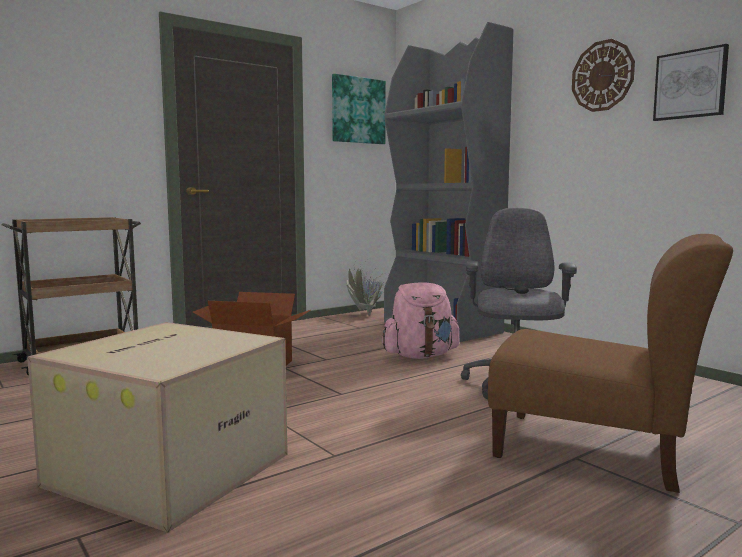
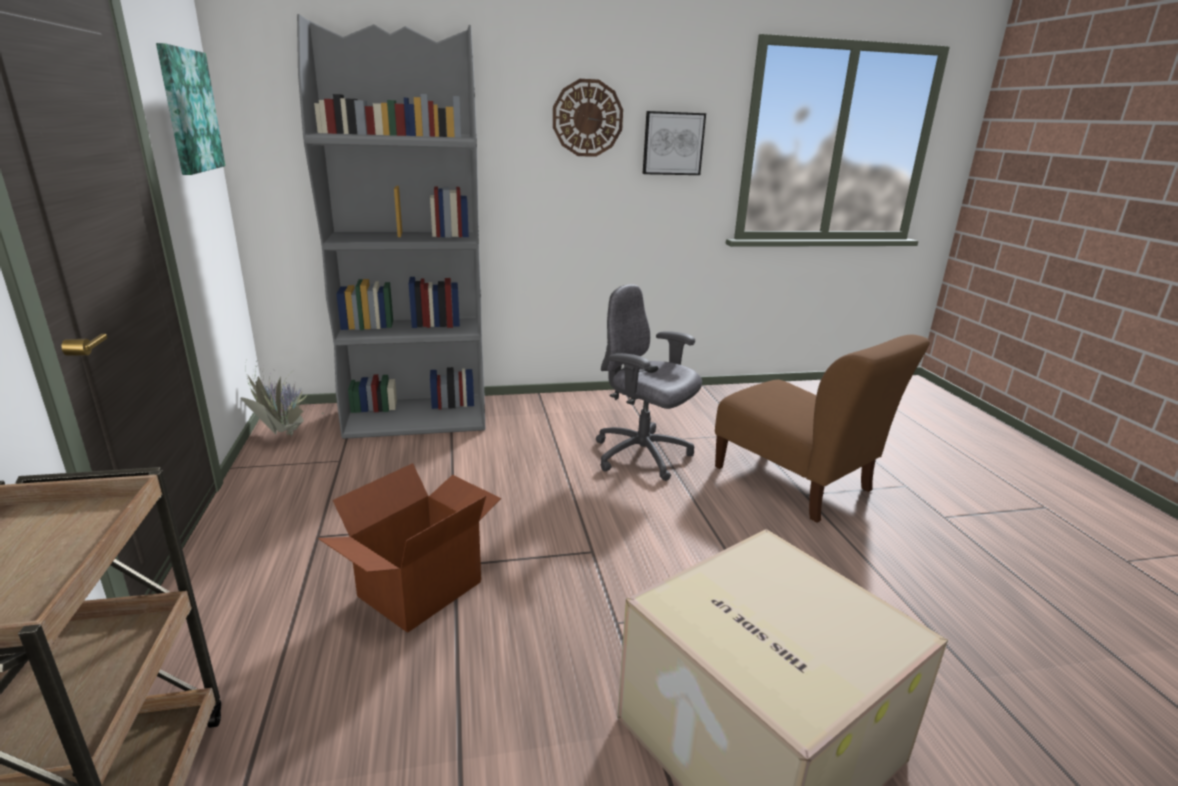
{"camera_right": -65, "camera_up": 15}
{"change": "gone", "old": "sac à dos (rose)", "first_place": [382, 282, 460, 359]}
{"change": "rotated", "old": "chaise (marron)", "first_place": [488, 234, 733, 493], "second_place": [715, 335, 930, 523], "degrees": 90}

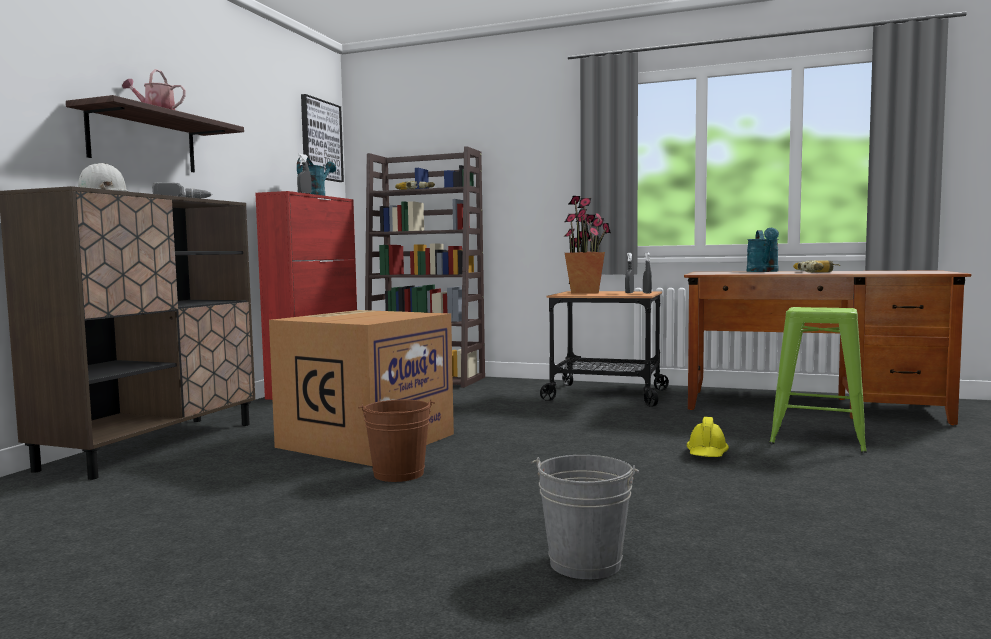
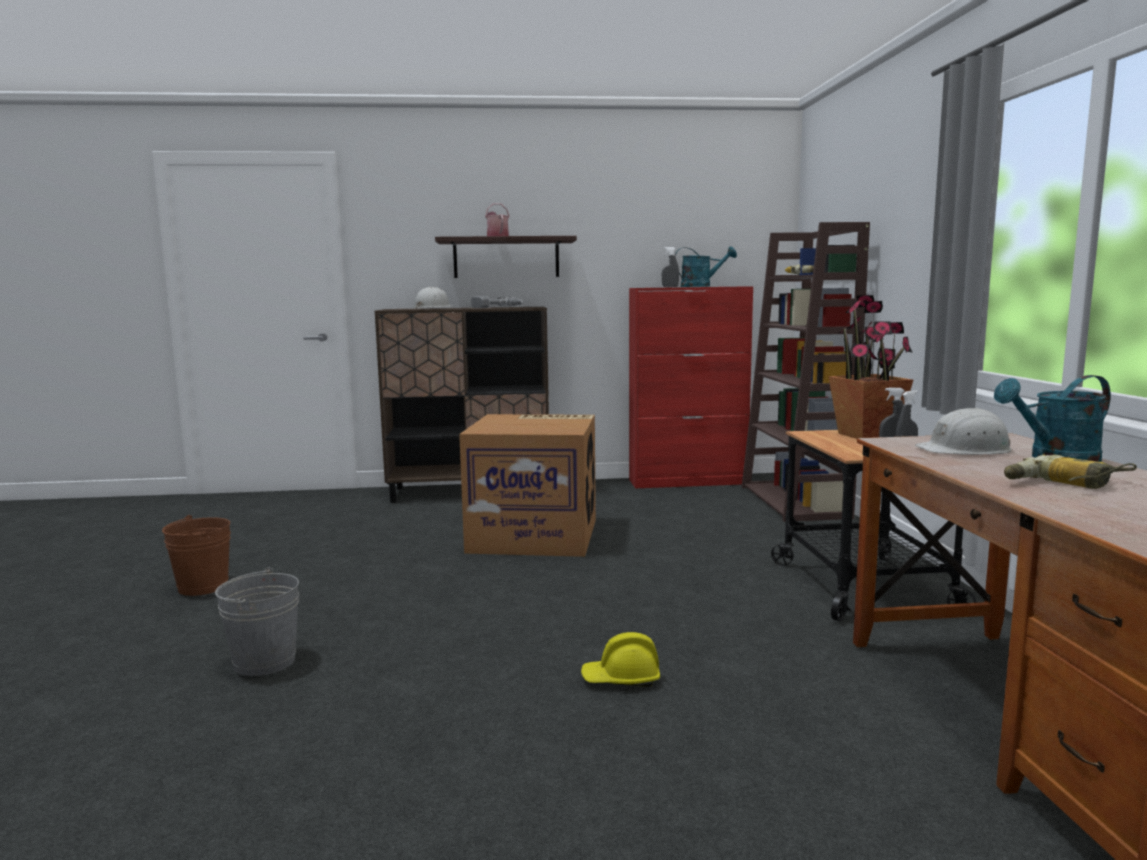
{"camera_right": 65, "camera_up": 5}
{"change": "gone", "old": "tableau", "first_place": [301, 94, 344, 182]}
{"change": "gone", "old": "tabouret (vert)", "first_place": [769, 307, 867, 453]}
{"change": "new", "new": "casque de chantier (blanc)", "second_place": [915, 408, 1012, 455]}
{"change": "shifted", "old": "seau (marron)", "first_place": [359, 399, 435, 482], "second_place": [162, 515, 231, 596]}

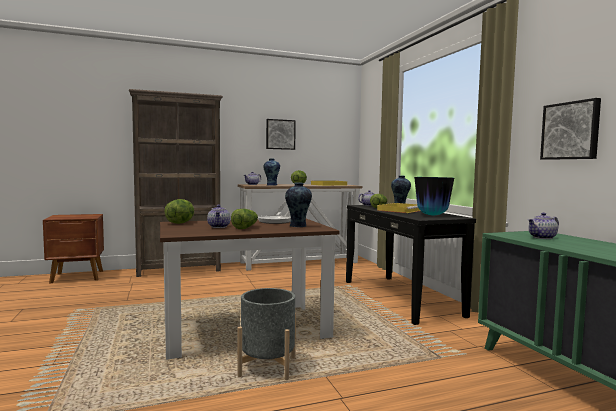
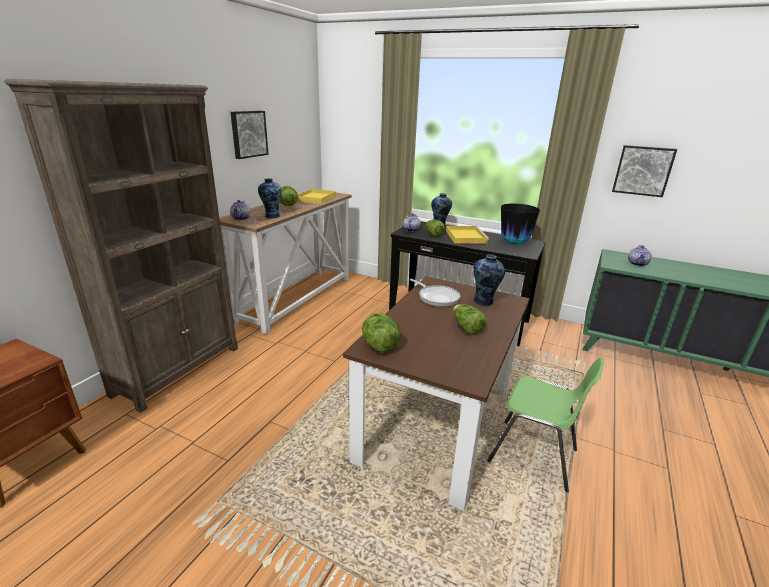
{"camera_right": -45, "camera_up": 20}
{"change": "gone", "old": "théière", "first_place": [207, 205, 230, 228]}
{"change": "swapped", "old": "cache-pot (gris)", "new": "chaise (vert)", "first_place": [238, 288, 296, 380], "second_place": [487, 357, 604, 493]}

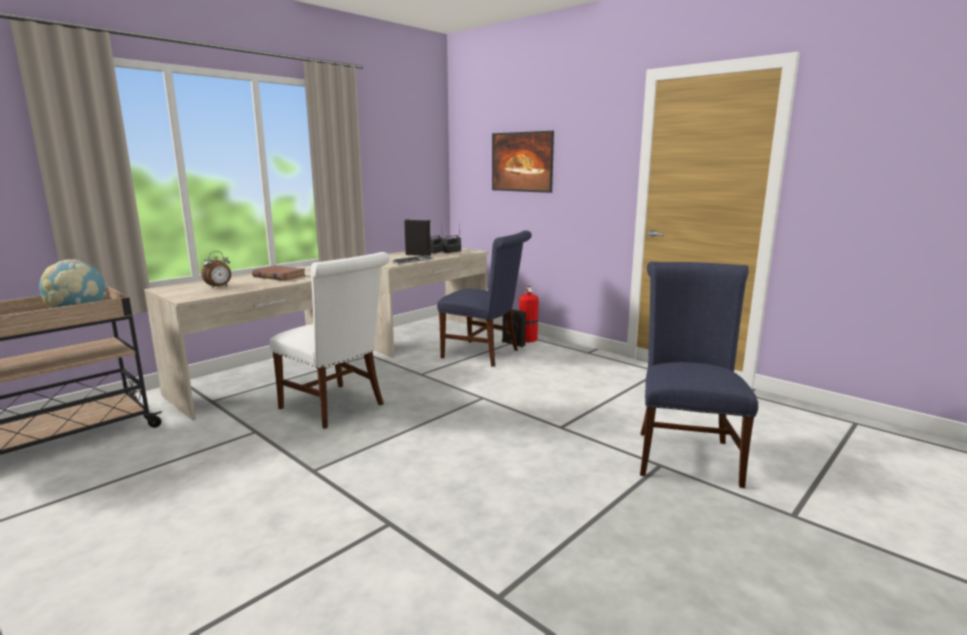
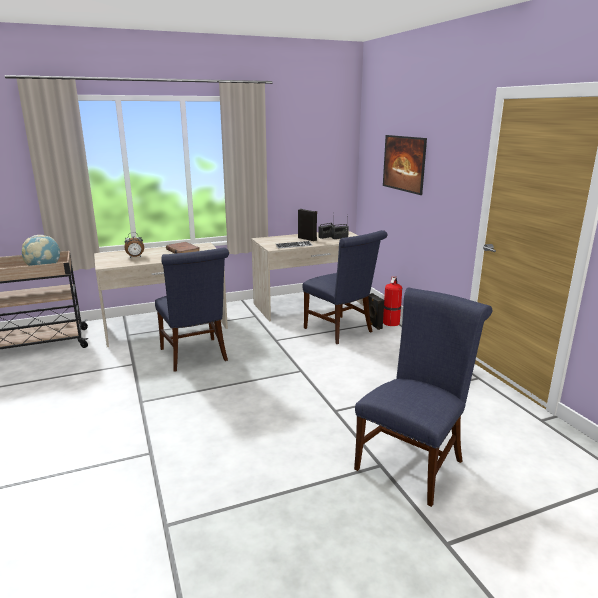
{"camera_right": 25, "camera_up": 5}
{"change": "repainted", "old": "chaise (blanc)", "new": "chaise (bleu)", "first_place": [270, 252, 390, 429], "second_place": [155, 248, 229, 372]}

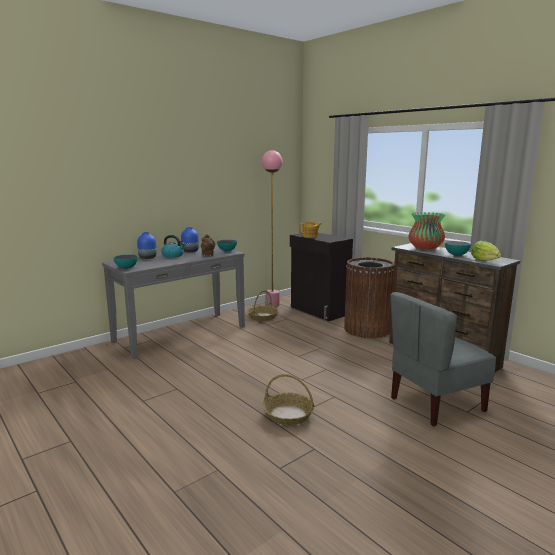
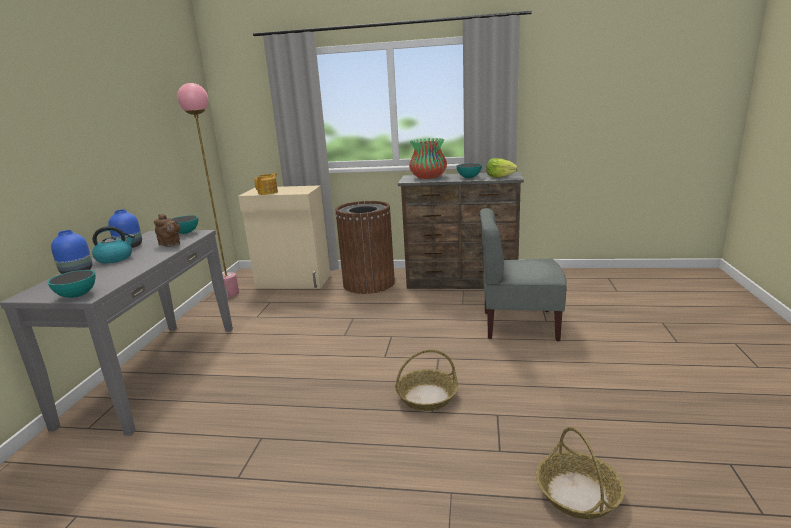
{"camera_right": -40, "camera_up": 5}
{"change": "shifted", "old": "panier", "first_place": [247, 290, 279, 321], "second_place": [536, 427, 625, 519]}
{"change": "repainted", "old": "meuble de rangement (noir)", "new": "meuble de rangement (beige)", "first_place": [290, 233, 353, 321], "second_place": [238, 185, 330, 289]}
{"change": "rotated", "old": "chaise (gris)", "first_place": [390, 292, 496, 426], "second_place": [480, 208, 567, 342], "degrees": 75}

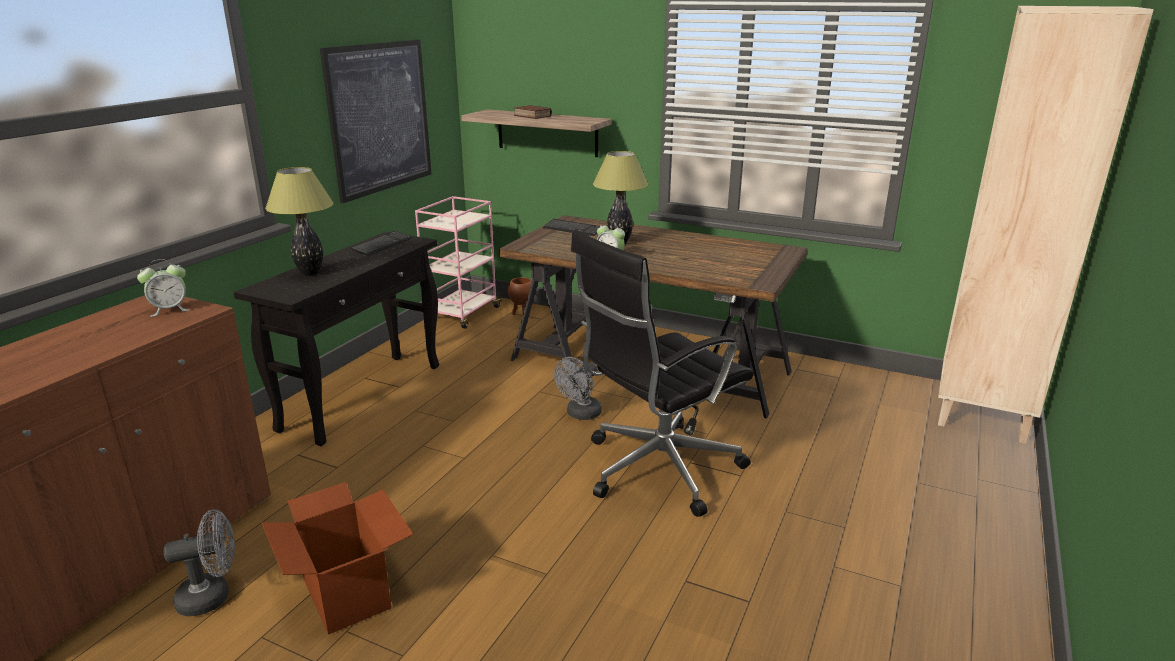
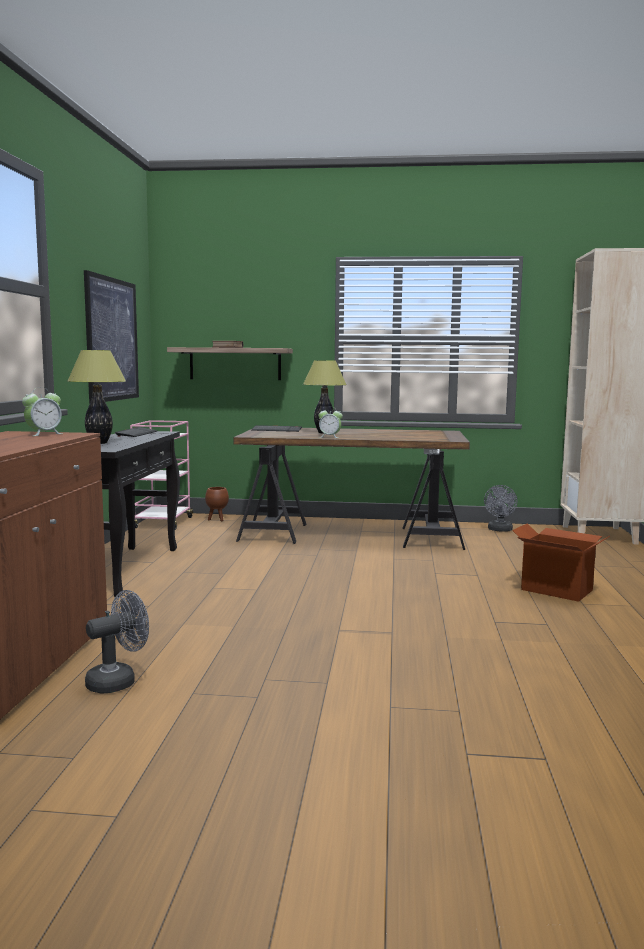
{"camera_right": -20, "camera_up": -15}
{"change": "gone", "old": "chaise de bureau (noir)", "first_place": [571, 230, 754, 517]}
{"change": "shifted", "old": "carton", "first_place": [262, 482, 413, 635], "second_place": [512, 524, 610, 602]}
{"change": "shifted", "old": "ventilateur (gris)", "first_place": [554, 357, 602, 420], "second_place": [484, 485, 517, 532]}

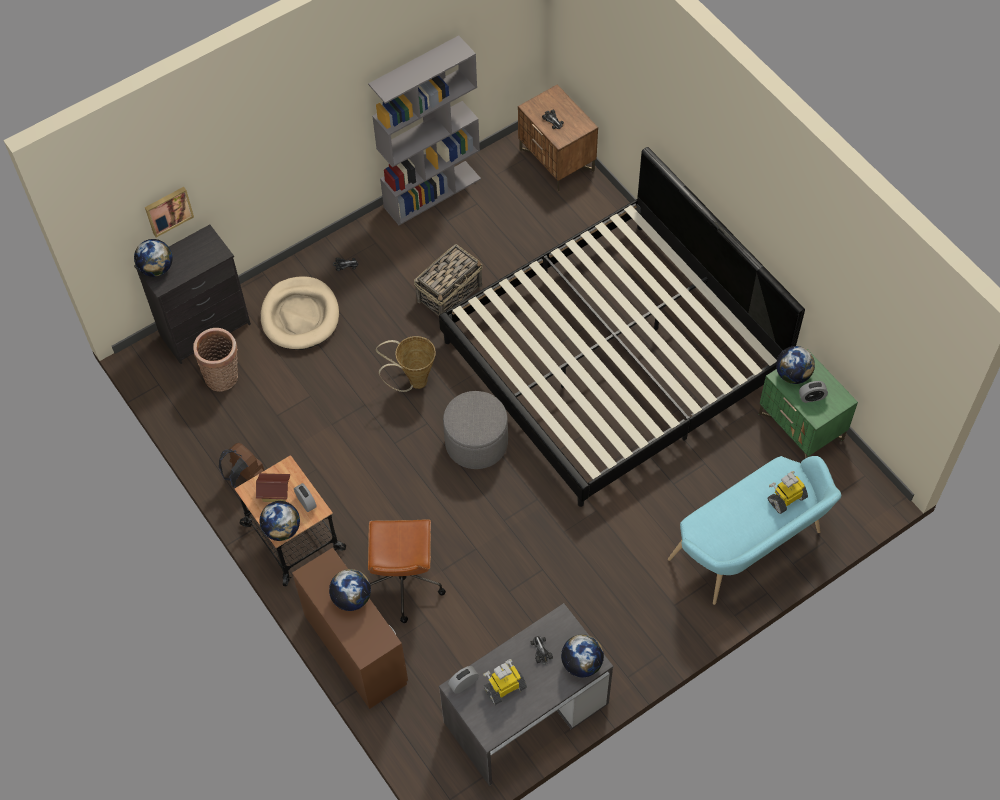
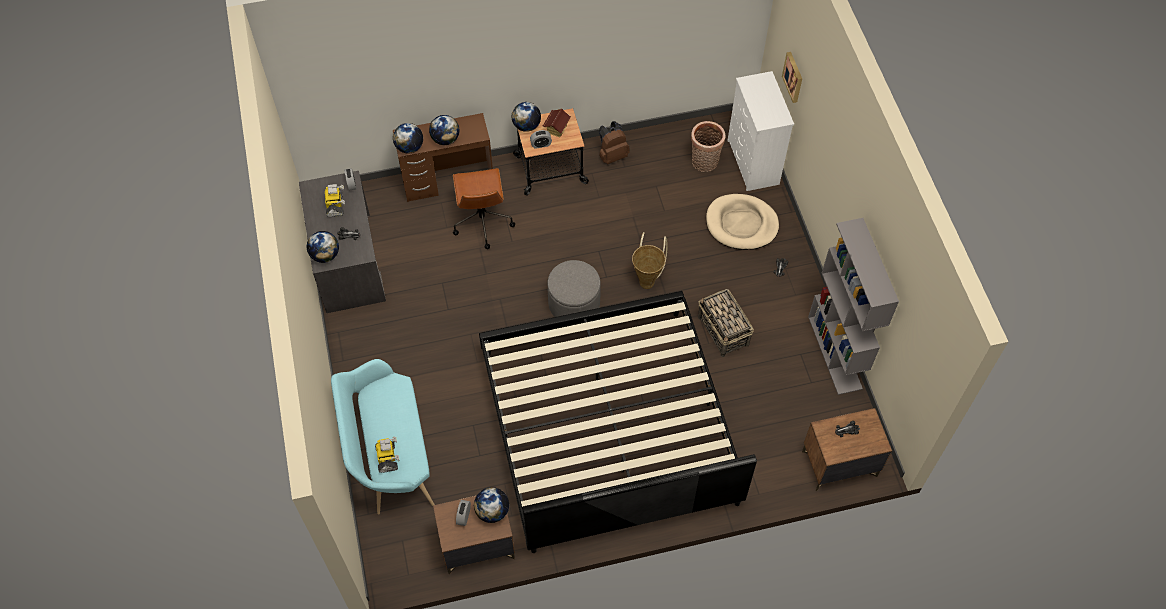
{"camera_right": 110, "camera_up": 0}
{"change": "shifted", "old": "globe", "first_place": [134, 239, 173, 277], "second_place": [393, 123, 423, 154]}
{"change": "repainted", "old": "commode (noir)", "new": "commode (blanc)", "first_place": [134, 224, 251, 364], "second_place": [727, 71, 794, 191]}
{"change": "repainted", "old": "table de chevet (vert)", "new": "table de chevet (marron)", "first_place": [759, 349, 858, 459], "second_place": [433, 496, 515, 574]}
{"change": "rotated", "old": "chaise de bureau (marron)", "first_place": [368, 519, 446, 623], "second_place": [453, 168, 515, 249], "degrees": -120}

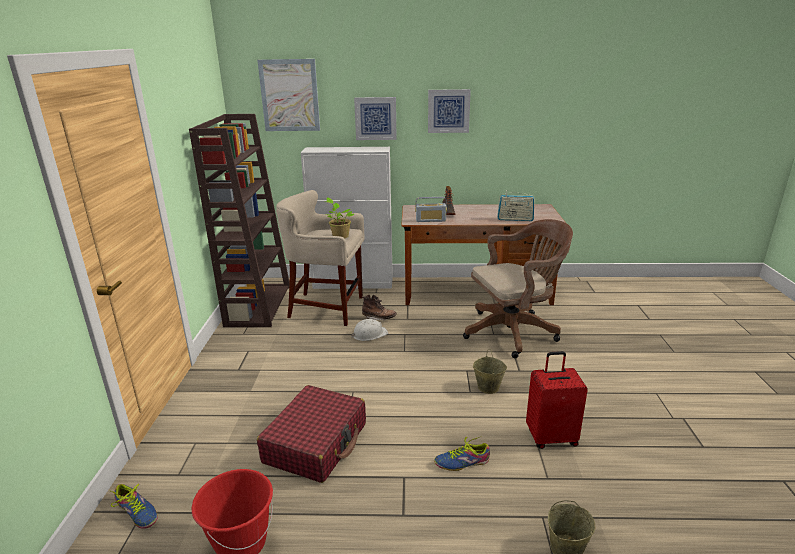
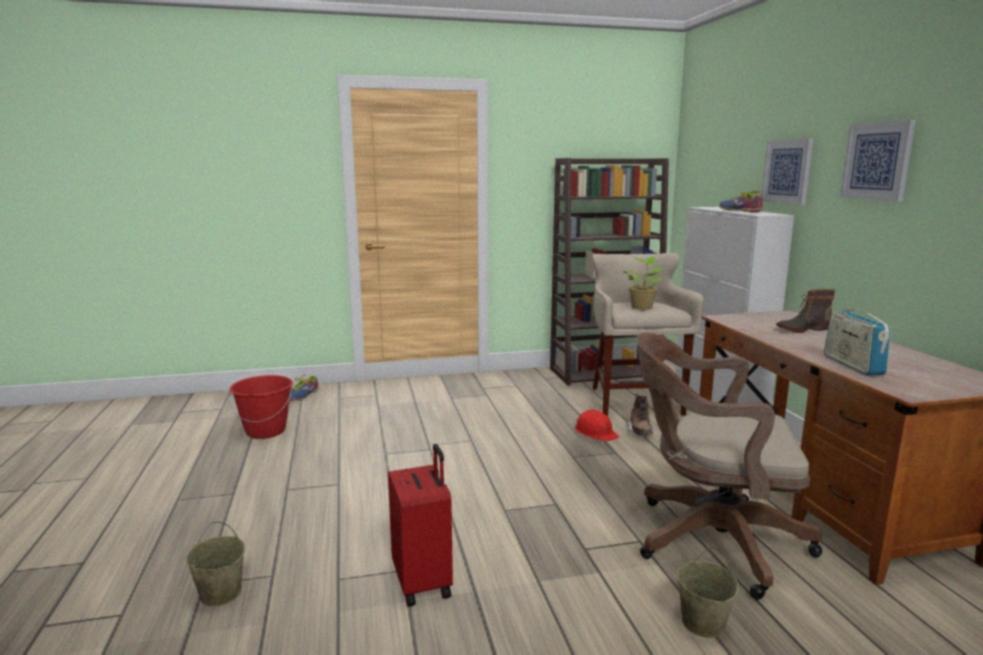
{"camera_right": 75, "camera_up": -10}
{"change": "gone", "old": "tableau", "first_place": [257, 59, 320, 131]}
{"change": "gone", "old": "valise (rouge)", "first_place": [257, 385, 366, 483]}
{"change": "gone", "old": "radio", "first_place": [415, 197, 447, 222]}
{"change": "shifted", "old": "chaussure", "first_place": [434, 436, 490, 471], "second_place": [719, 191, 763, 212]}
{"change": "shifted", "old": "seau (beige)", "first_place": [473, 349, 507, 394], "second_place": [677, 548, 739, 638]}
{"change": "repainted", "old": "casque de chantier (blanc)", "new": "casque de chantier (rouge)", "first_place": [351, 319, 388, 341], "second_place": [575, 410, 619, 441]}
{"change": "rotated", "old": "chaise de bureau (marron)", "first_place": [463, 219, 573, 358], "second_place": [637, 333, 822, 599], "degrees": 135}

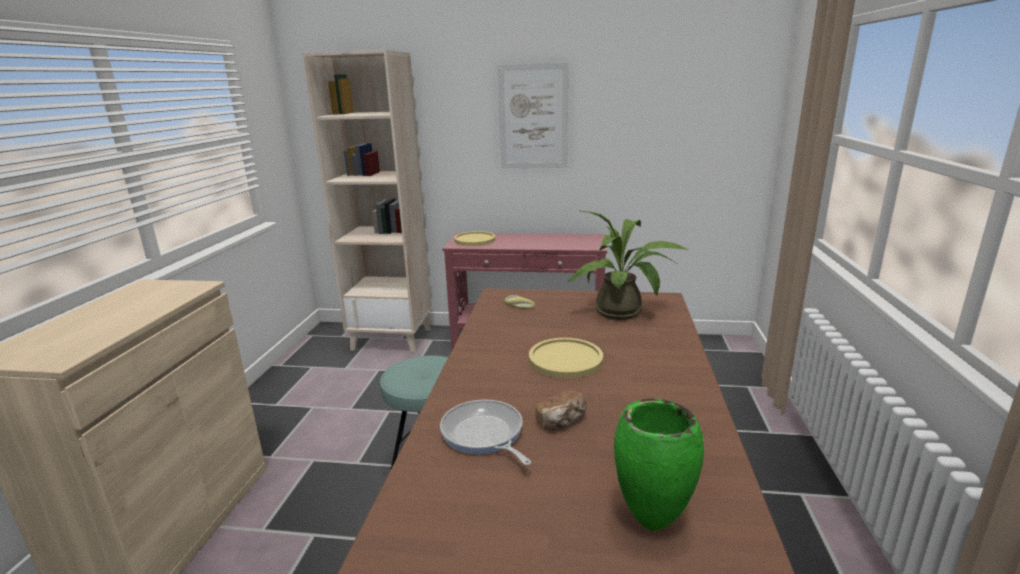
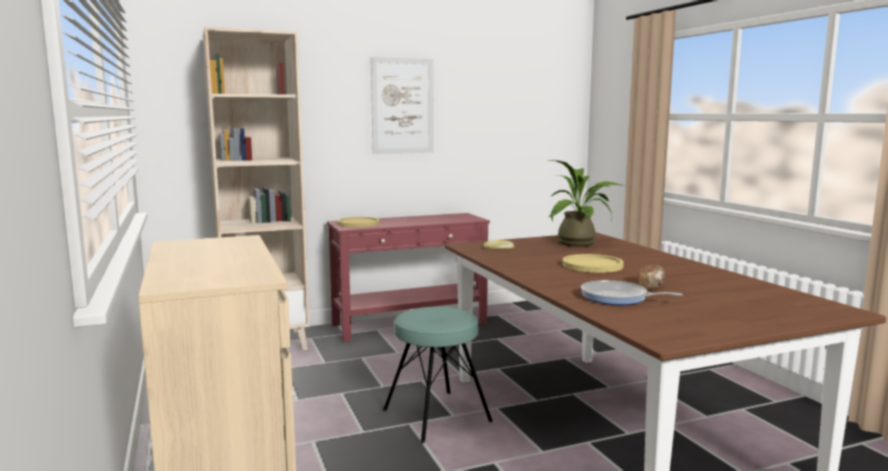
{"camera_right": -30, "camera_up": -10}
{"change": "gone", "old": "vase (vert)", "first_place": [614, 398, 704, 531]}

